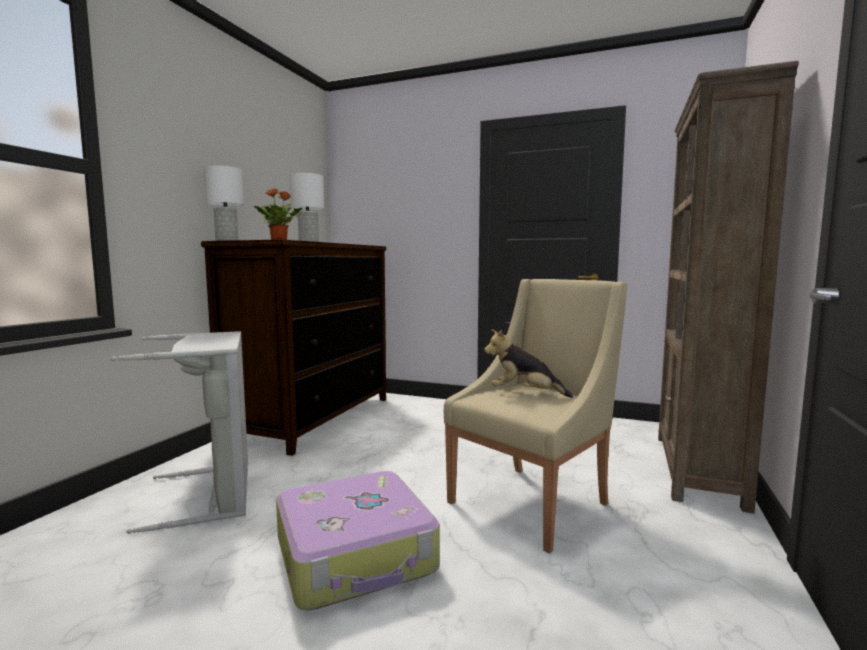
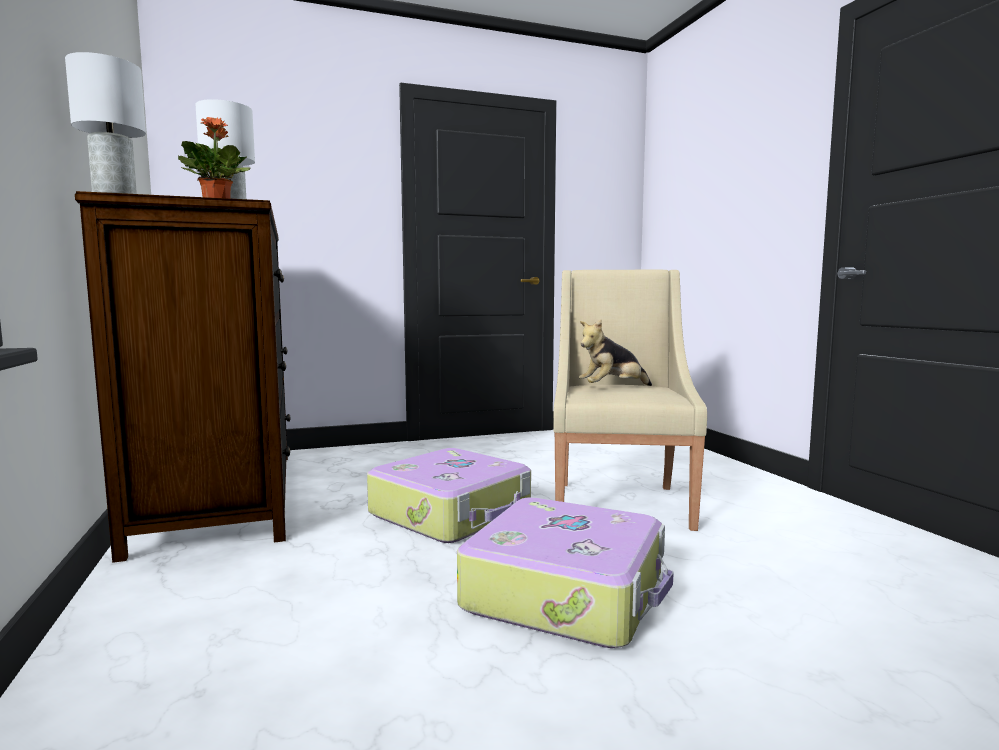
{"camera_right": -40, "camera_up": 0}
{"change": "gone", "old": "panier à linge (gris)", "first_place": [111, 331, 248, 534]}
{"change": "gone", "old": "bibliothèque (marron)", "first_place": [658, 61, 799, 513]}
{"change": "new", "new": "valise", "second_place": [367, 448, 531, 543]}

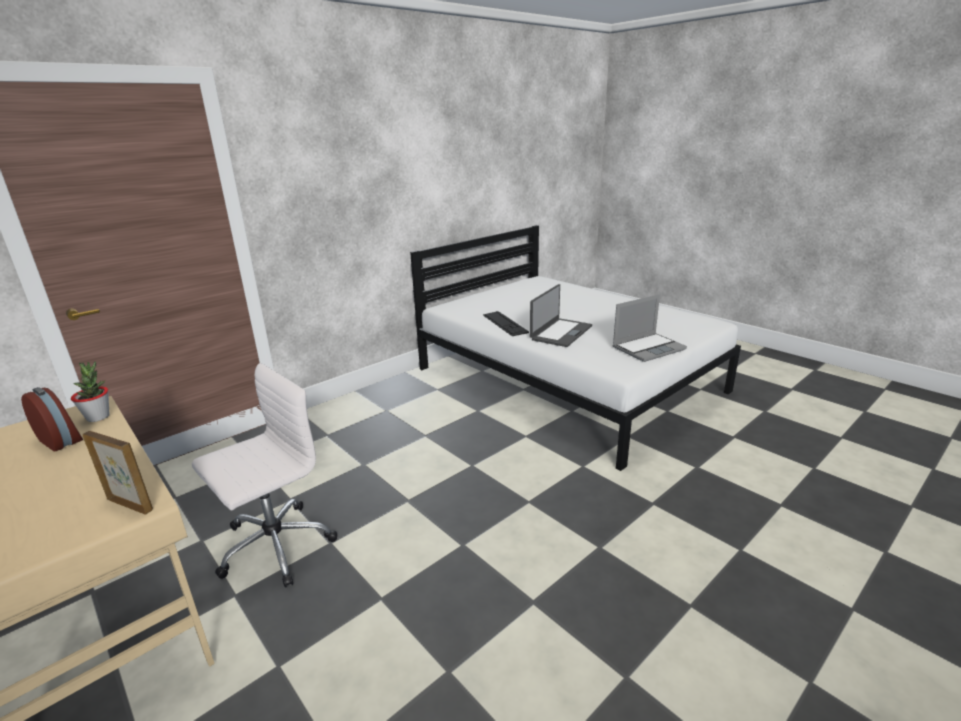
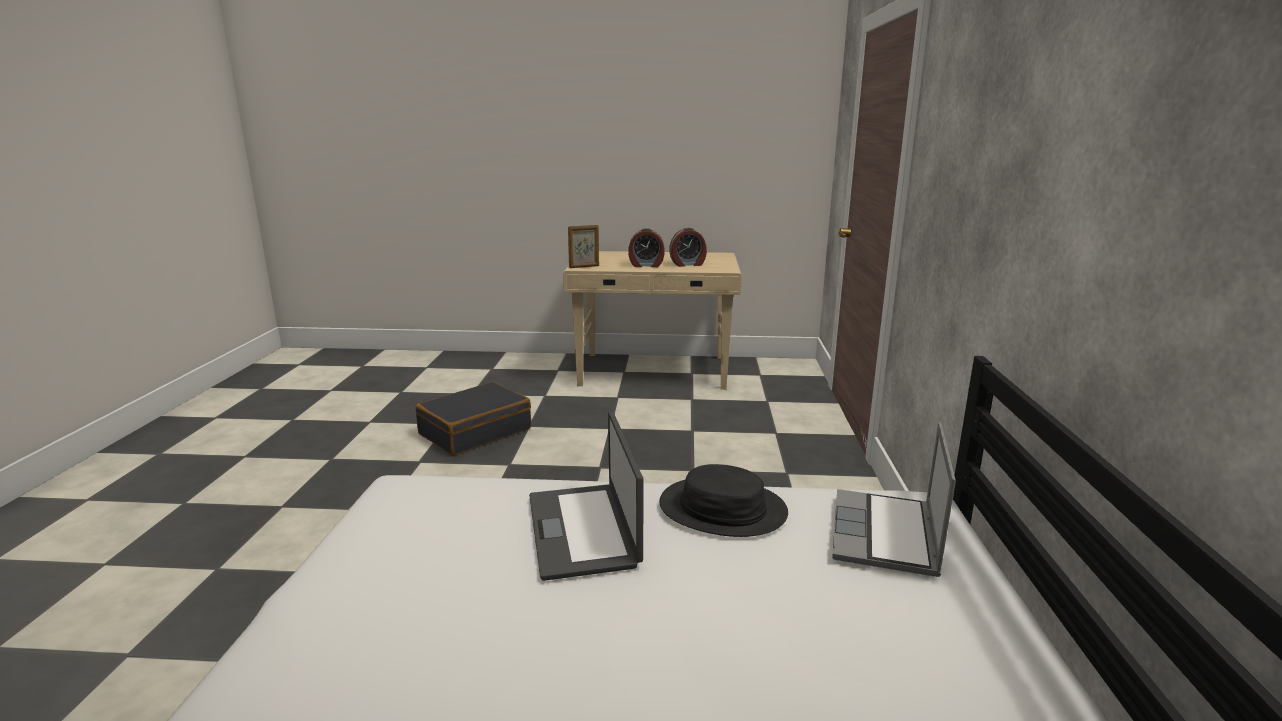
{"camera_right": 135, "camera_up": -5}
{"change": "gone", "old": "plante en pot", "first_place": [71, 361, 109, 422]}
{"change": "gone", "old": "chaise de bureau (blanc)", "first_place": [192, 363, 337, 587]}
{"change": "new", "new": "valise (noir)", "second_place": [415, 382, 531, 456]}
{"change": "new", "new": "réveil", "second_place": [628, 228, 665, 267]}
{"change": "shifted", "old": "ordinateur portable", "first_place": [613, 294, 687, 362], "second_place": [832, 422, 956, 577]}
{"change": "swapped", "old": "clavier", "new": "chapeau (noir)", "first_place": [483, 311, 529, 336], "second_place": [659, 464, 788, 537]}

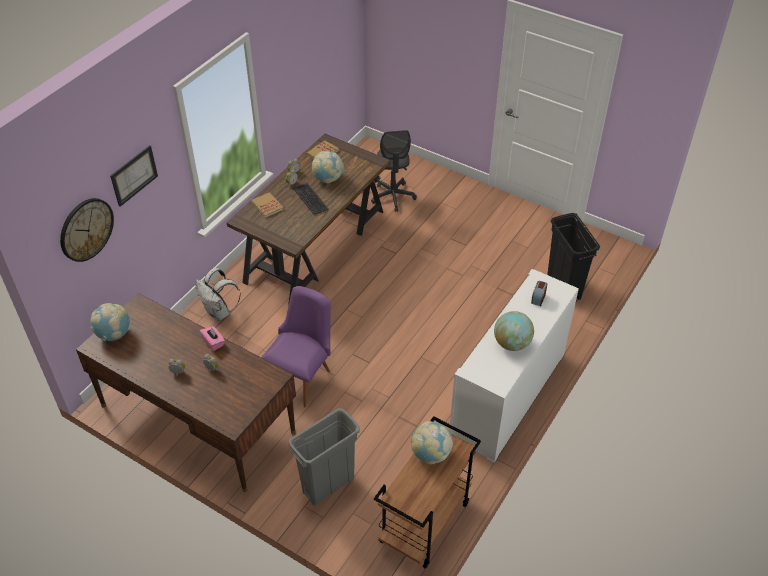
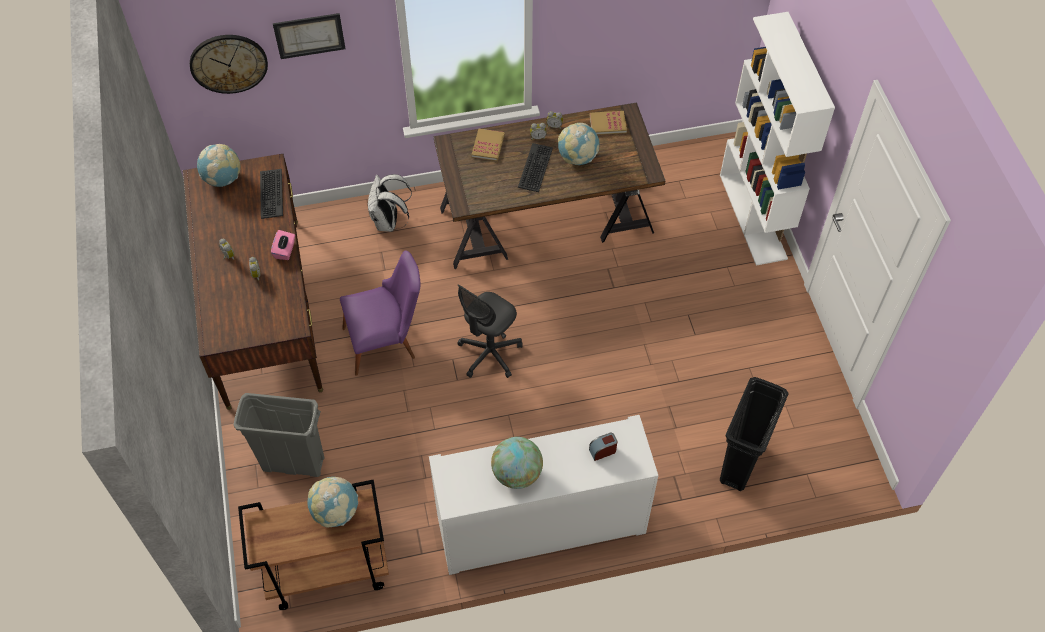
{"camera_right": 45, "camera_up": 10}
{"change": "new", "new": "clavier", "second_place": [260, 169, 283, 219]}
{"change": "new", "new": "bibliothèque (blanc)", "second_place": [720, 12, 835, 266]}
{"change": "shifted", "old": "chaise de bureau (gris)", "first_place": [371, 130, 417, 212], "second_place": [457, 284, 523, 378]}

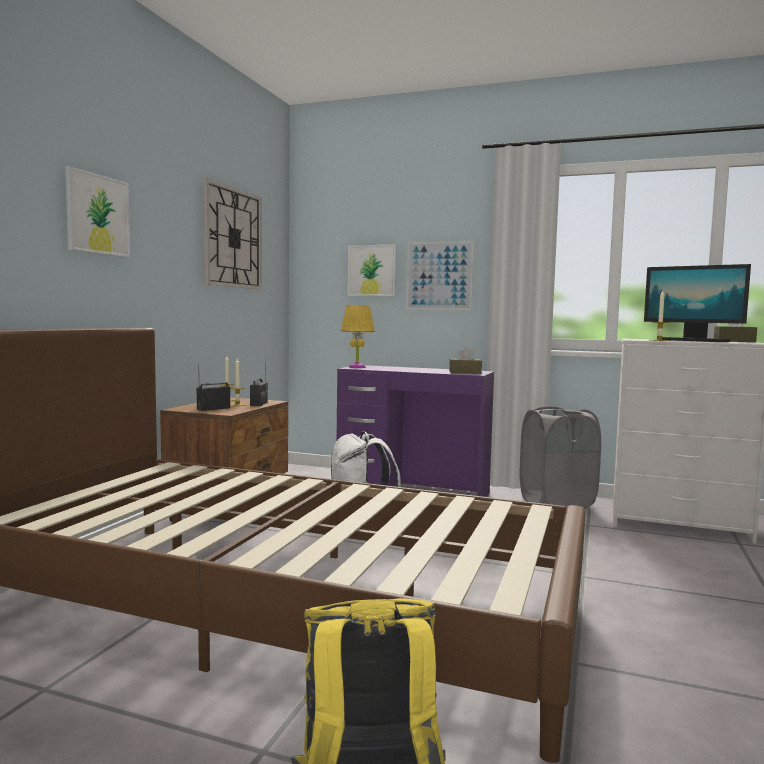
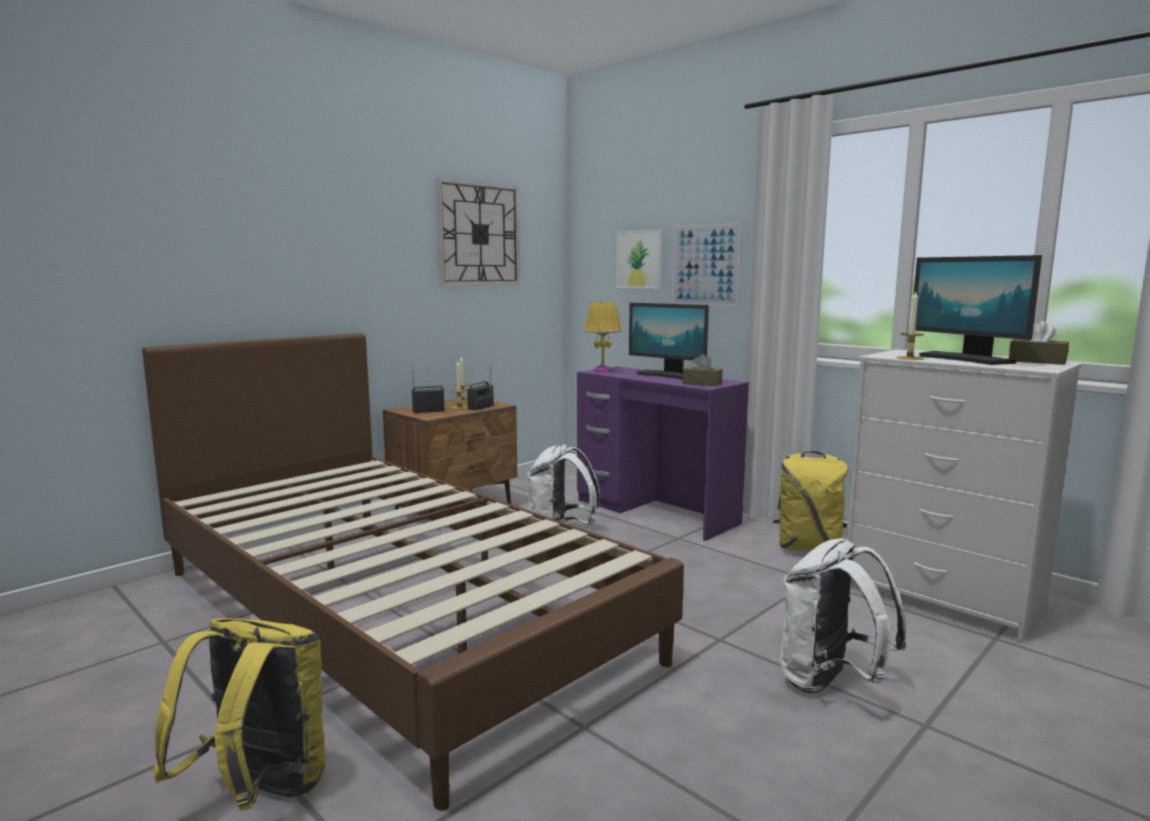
{"camera_right": 25, "camera_up": 5}
{"change": "gone", "old": "tableau", "first_place": [65, 166, 130, 257]}
{"change": "new", "new": "écran d'ordinateur", "second_place": [629, 303, 709, 379]}
{"change": "new", "new": "sac à dos (blanc)", "second_place": [781, 538, 907, 694]}
{"change": "swapped", "old": "panier à linge (gris)", "new": "sac à dos (jaune)", "first_place": [520, 407, 601, 509], "second_place": [773, 451, 848, 551]}

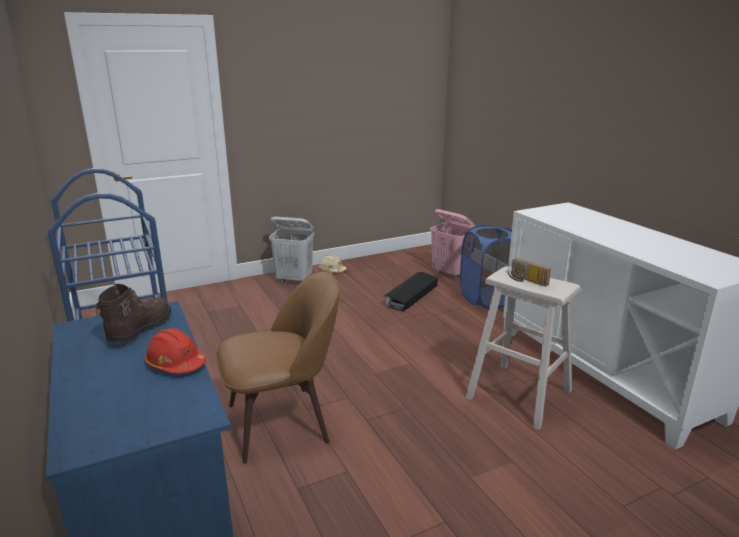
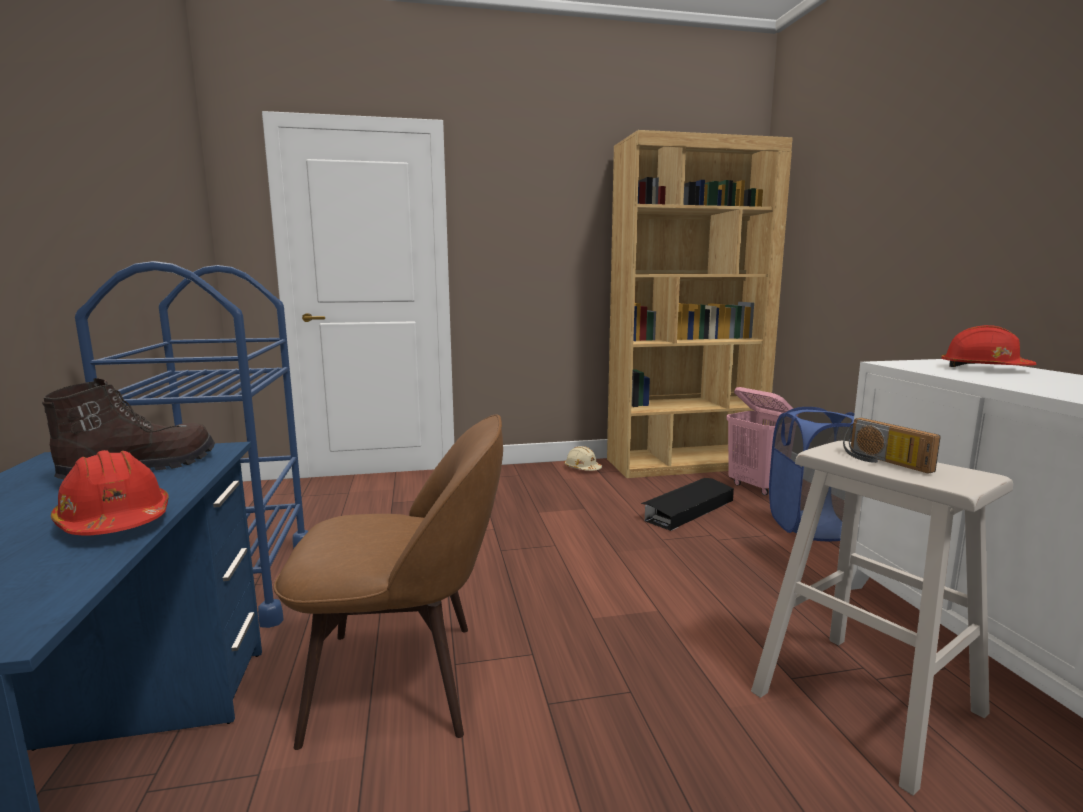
{"camera_right": 15, "camera_up": -10}
{"change": "gone", "old": "panier à linge (blanc)", "first_place": [269, 217, 314, 283]}
{"change": "new", "new": "bibliothèque (marron)", "second_place": [607, 130, 793, 478]}
{"change": "new", "new": "casque de chantier (rouge)", "second_place": [941, 325, 1037, 367]}

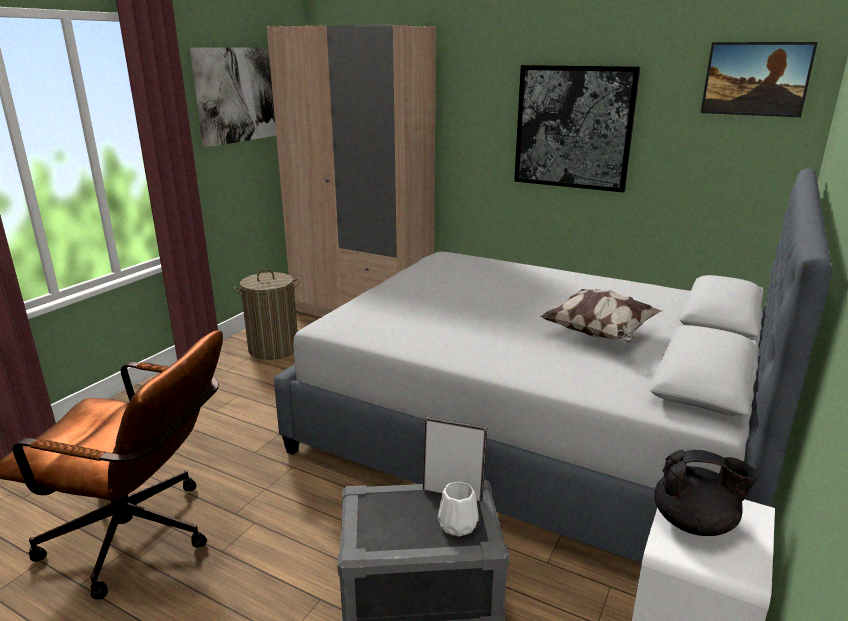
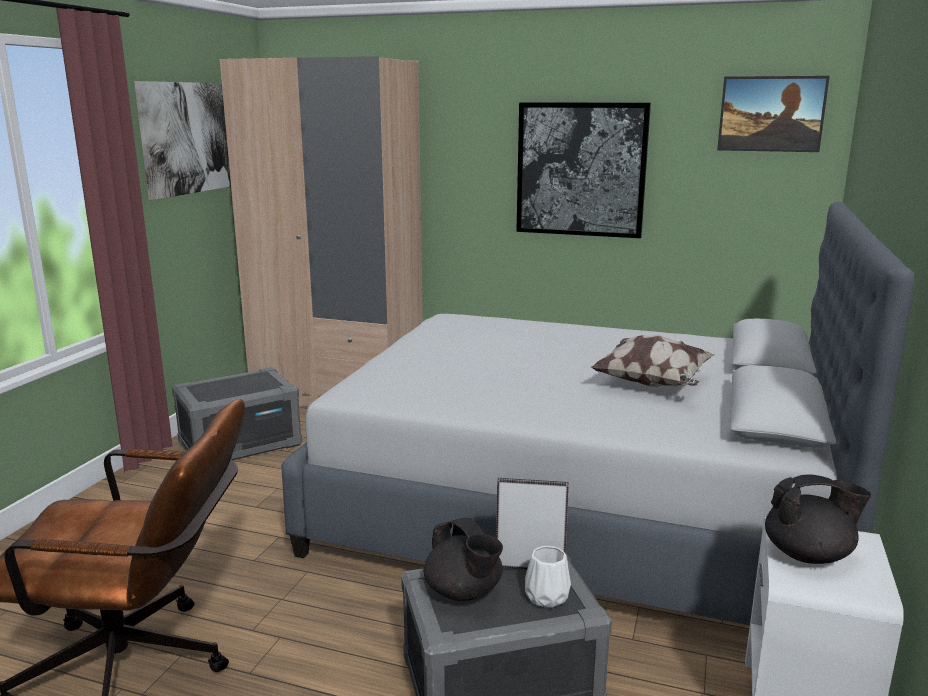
{"camera_right": -10, "camera_up": -5}
{"change": "new", "new": "théière (noir)", "second_place": [424, 517, 503, 601]}
{"change": "swapped", "old": "panier à linge", "new": "boîte de rangement (gris)", "first_place": [234, 269, 300, 360], "second_place": [172, 367, 302, 460]}

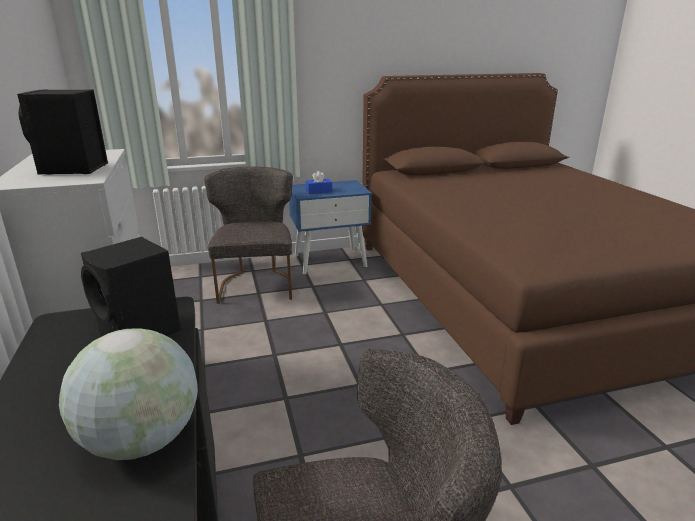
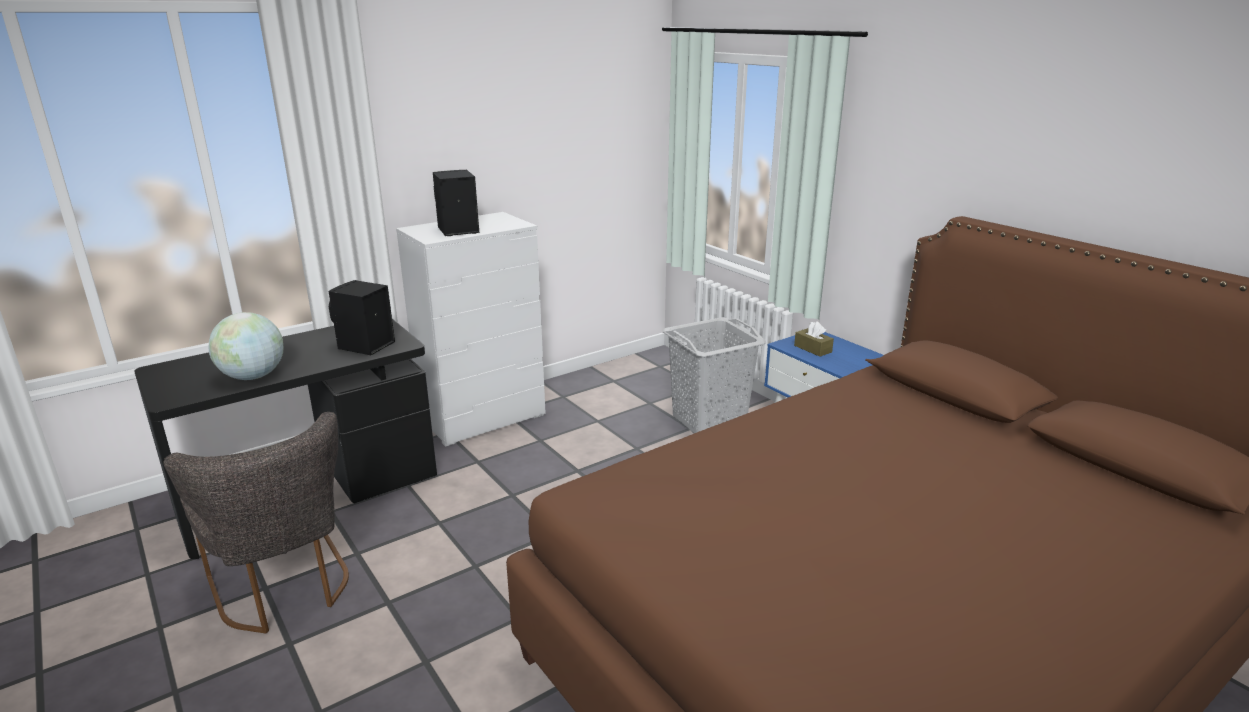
{"camera_right": 70, "camera_up": 0}
{"change": "swapped", "old": "chaise (gris)", "new": "panier à linge (gris)", "first_place": [204, 166, 293, 304], "second_place": [662, 317, 766, 433]}
{"change": "repainted", "old": "boîte à mouchoirs (bleu)", "new": "boîte à mouchoirs (marron)", "first_place": [306, 171, 332, 194], "second_place": [794, 321, 834, 357]}

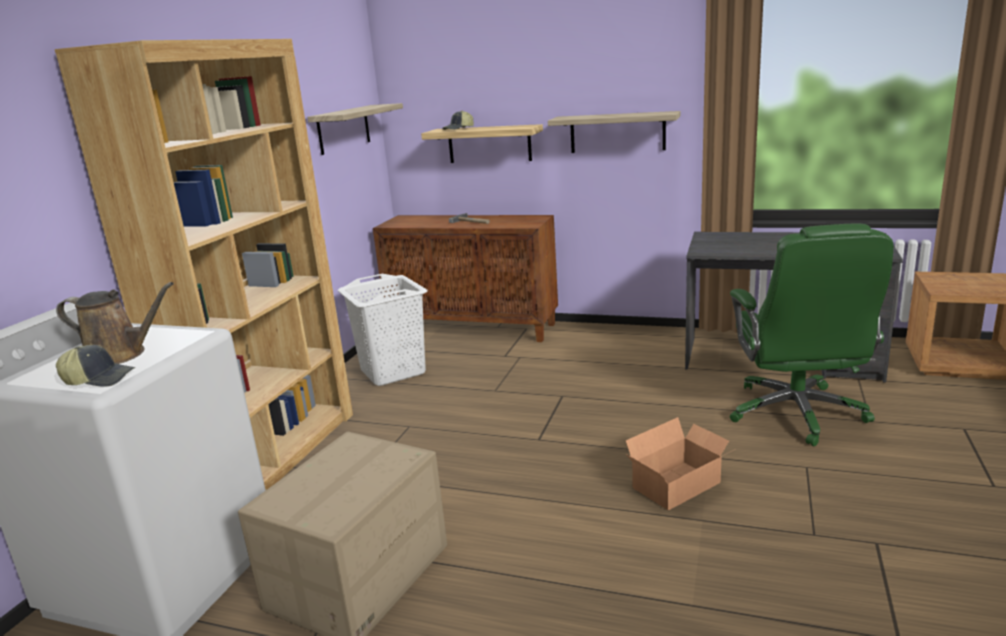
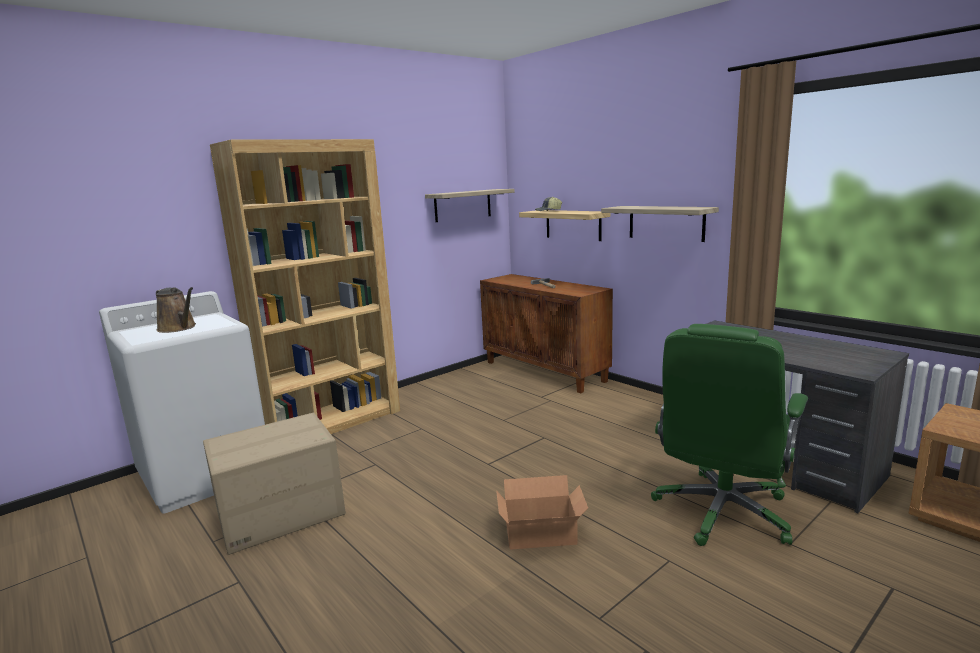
{"camera_right": 30, "camera_up": -5}
{"change": "gone", "old": "casquette", "first_place": [56, 345, 135, 387]}
{"change": "gone", "old": "panier à linge (blanc)", "first_place": [338, 274, 428, 386]}

